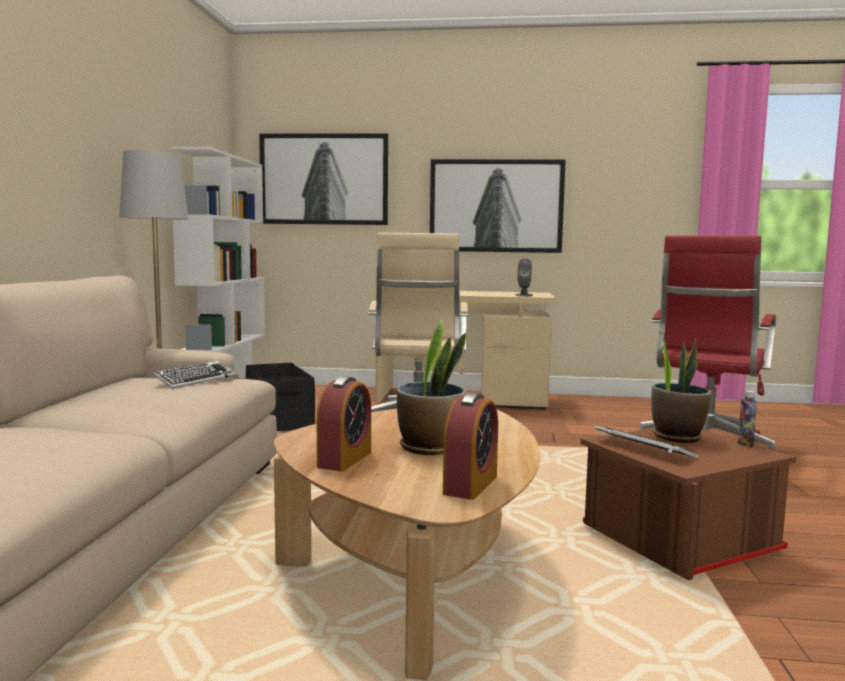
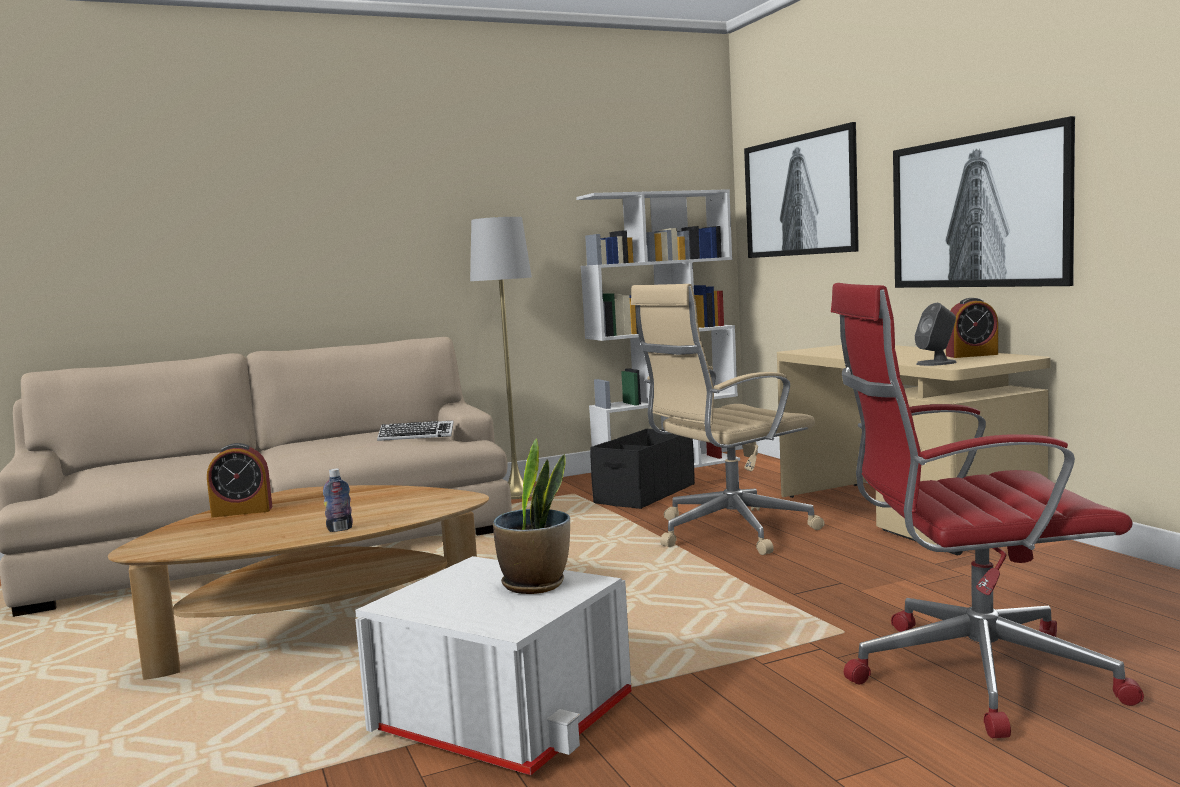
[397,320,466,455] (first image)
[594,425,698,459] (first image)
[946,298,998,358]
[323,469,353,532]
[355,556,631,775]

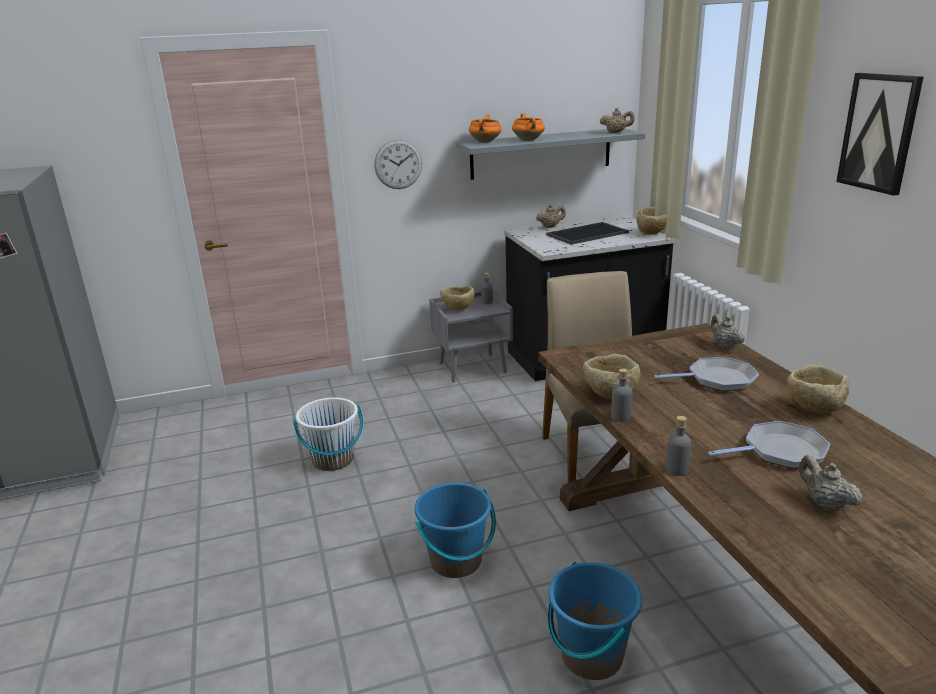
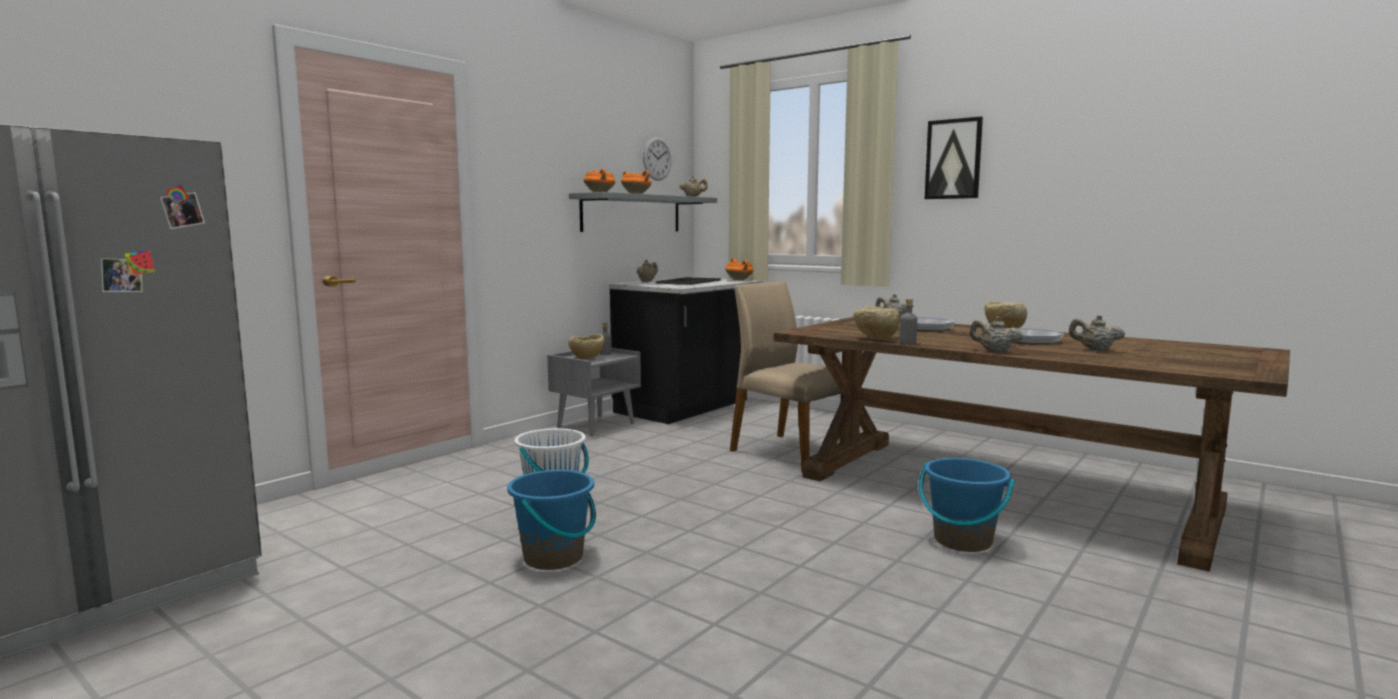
[643,137,671,181]
[507,470,596,570]
[725,258,753,280]
[970,316,1023,353]

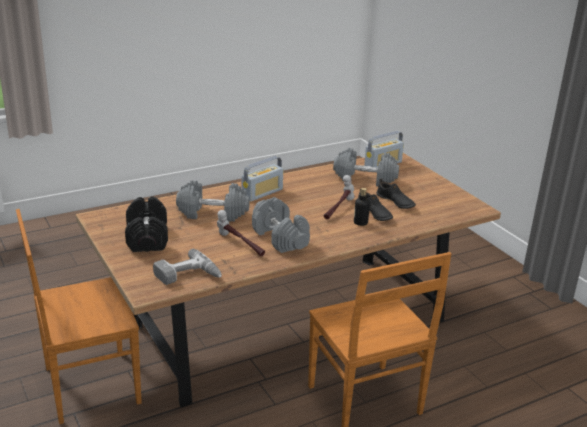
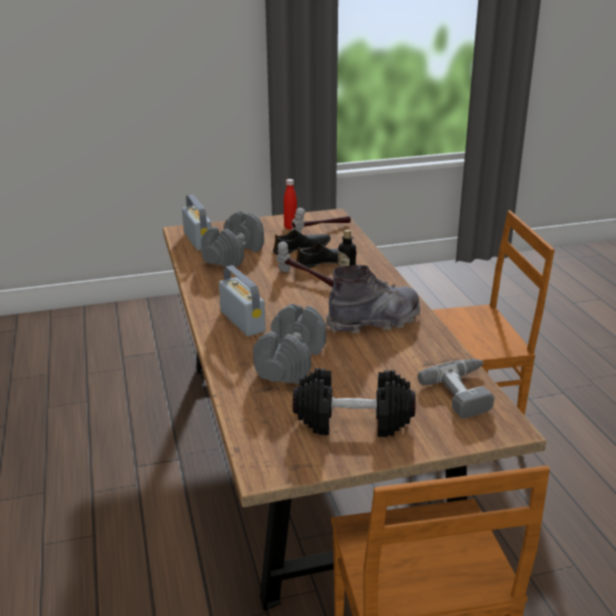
[284,179,297,230]
[291,208,351,233]
[326,265,421,334]

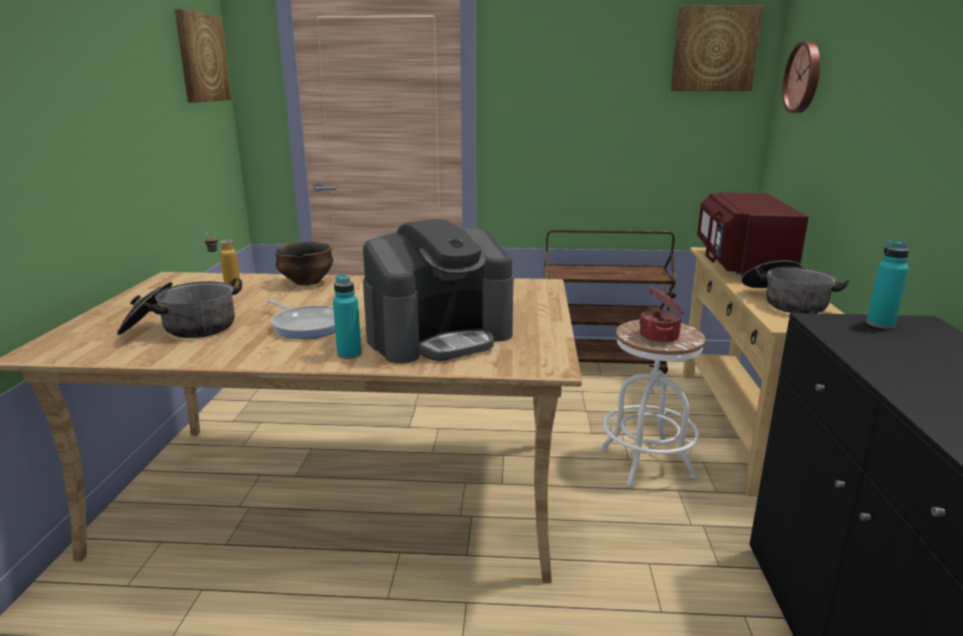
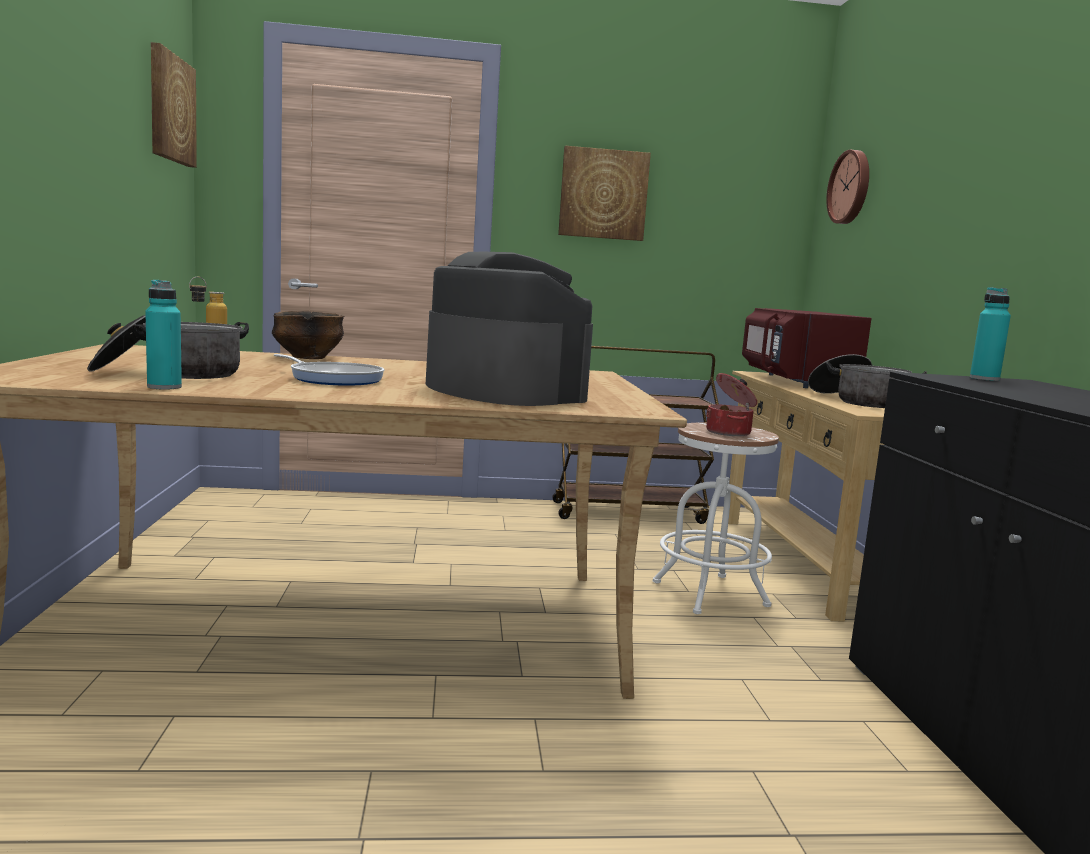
[145,280,182,389]
[558,146,651,241]
[426,252,593,406]

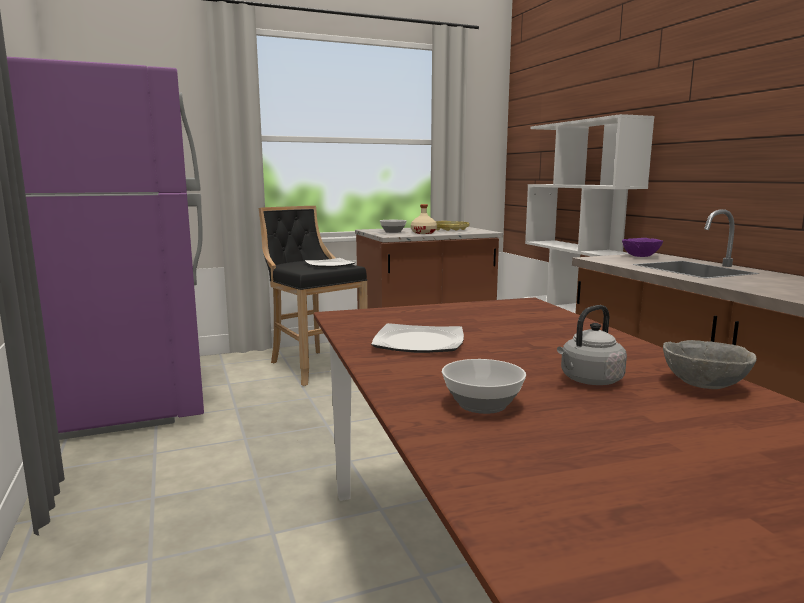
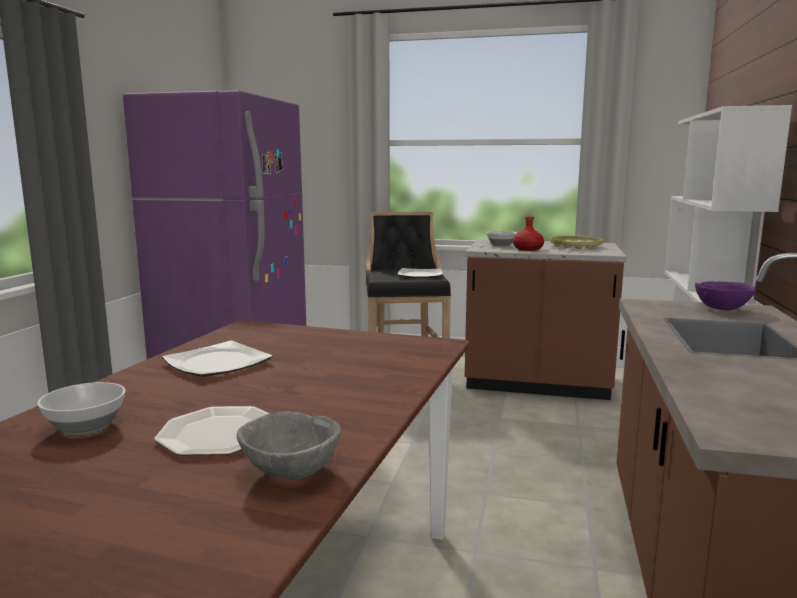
[154,406,270,456]
[513,216,544,251]

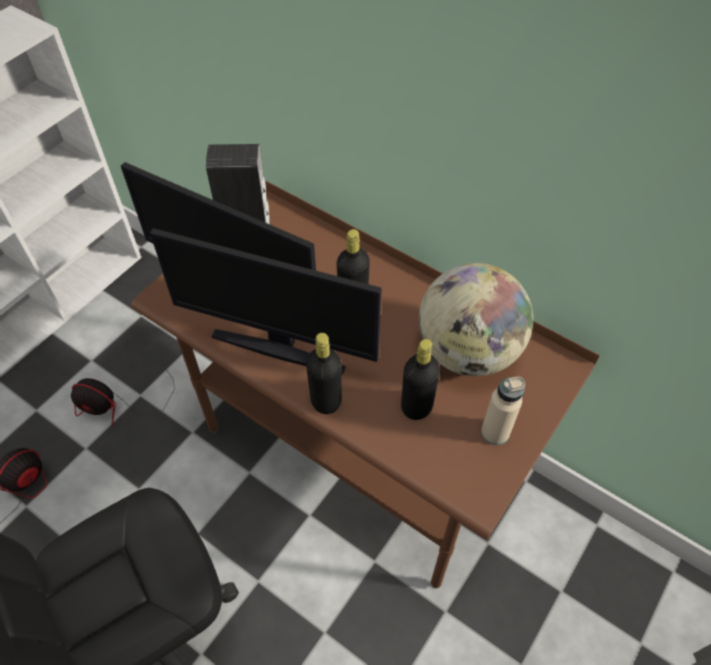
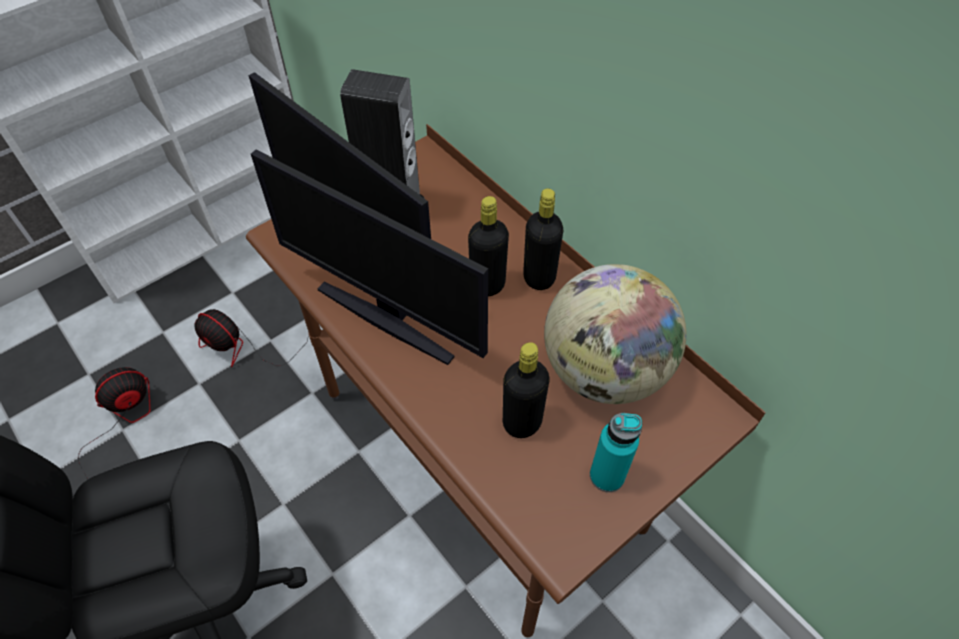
[523,188,563,290]
[590,413,642,492]

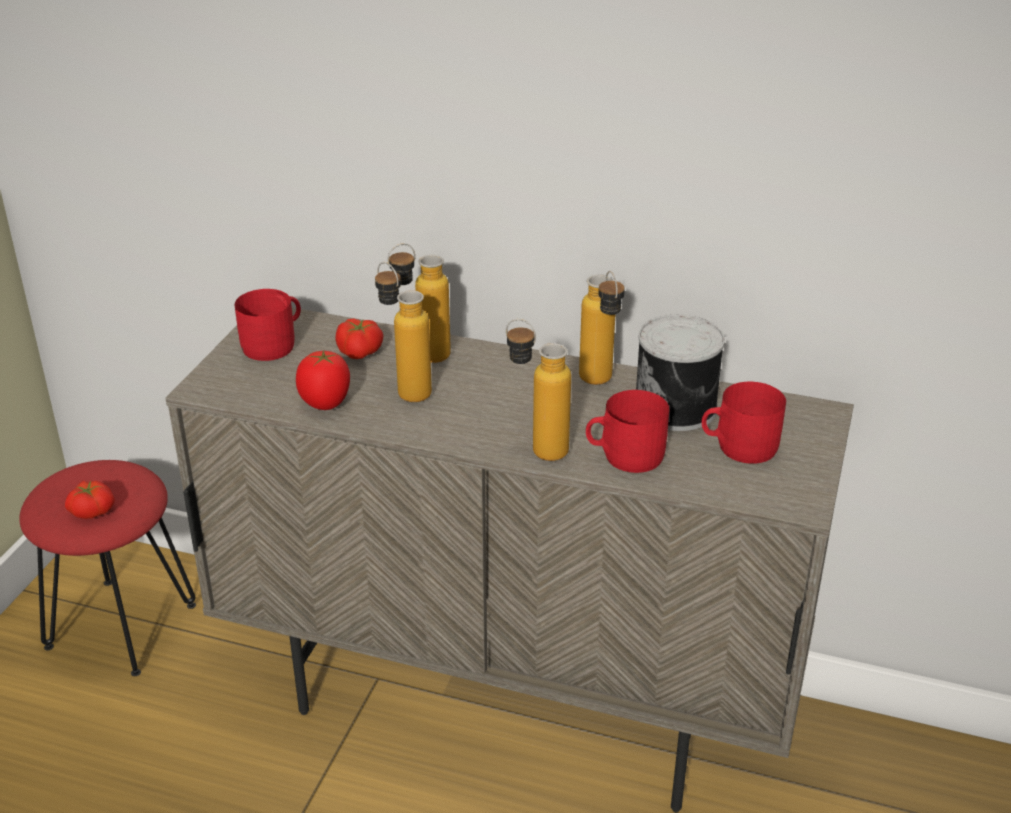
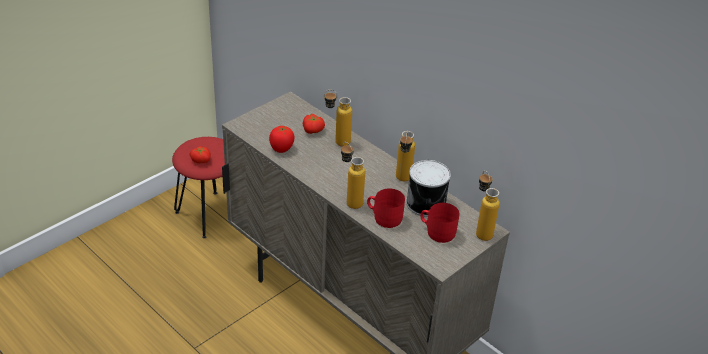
[234,289,301,361] (first image)
[476,170,500,241]

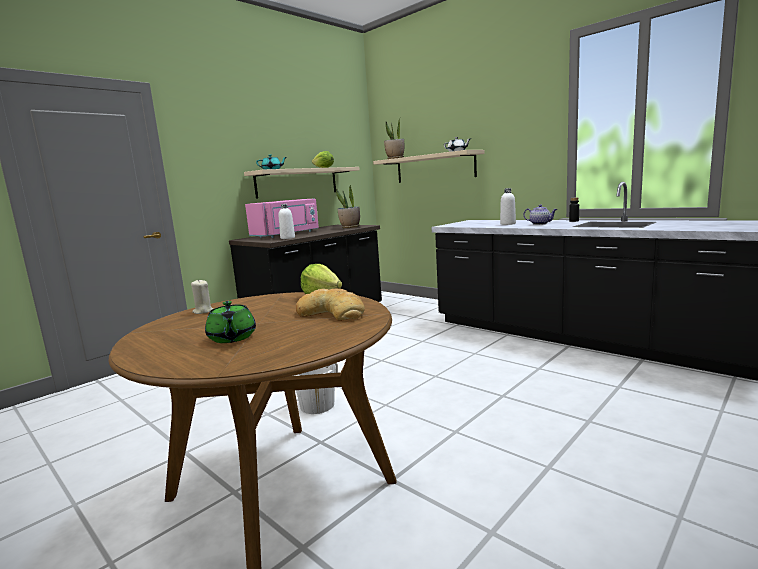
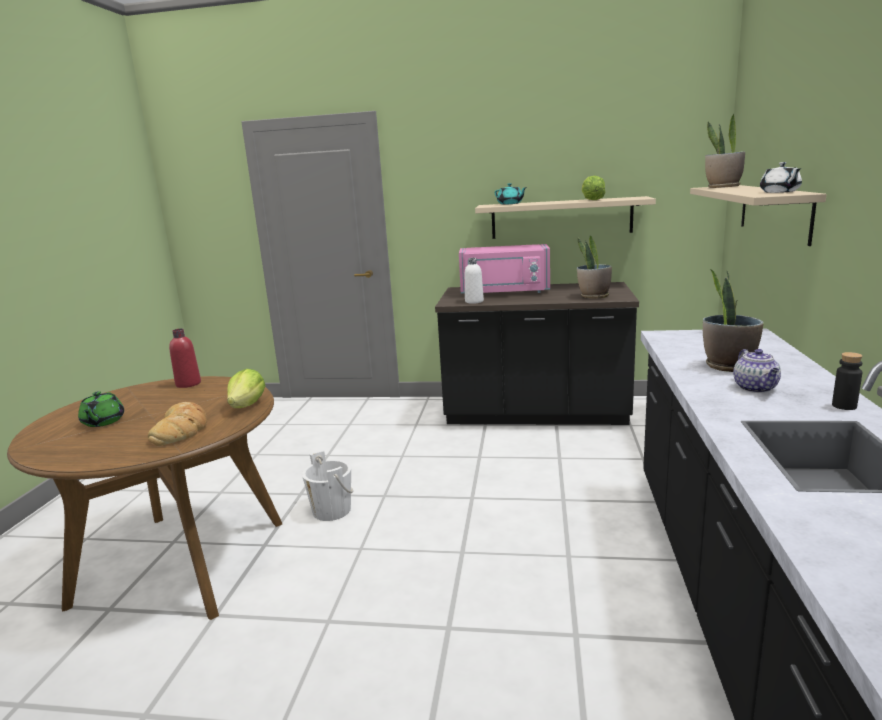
[169,329,201,388]
[703,269,764,372]
[78,391,124,427]

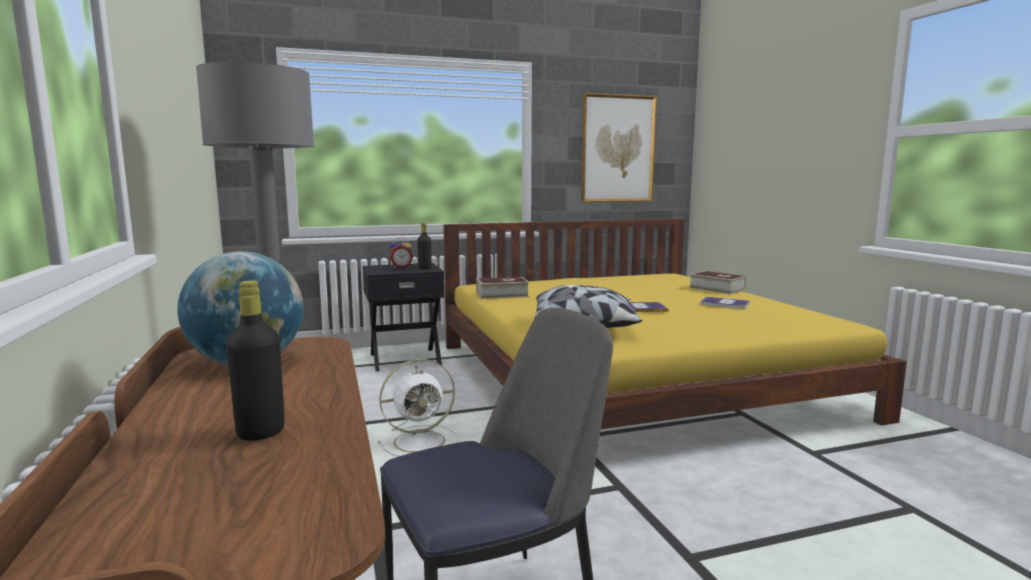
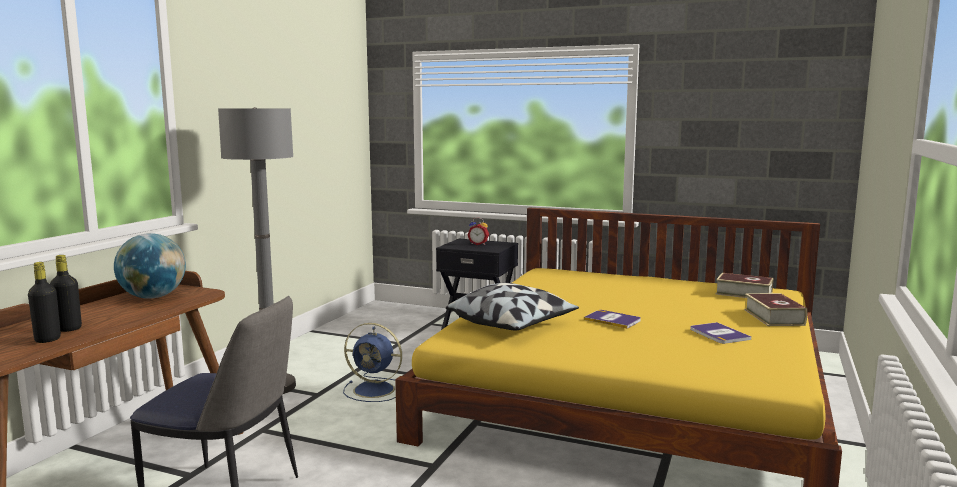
[581,93,657,203] (first image)
[28,262,61,343]
[716,273,774,298]
[343,323,402,402]

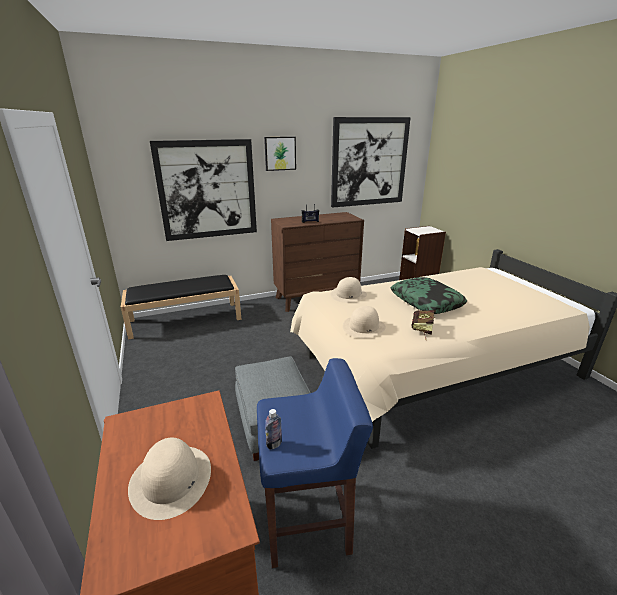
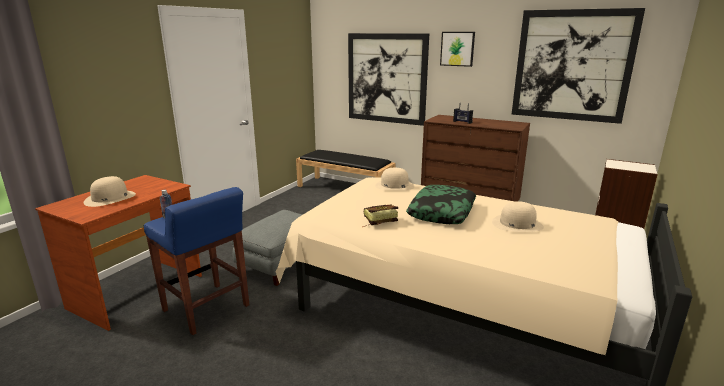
[492,201,544,232]

